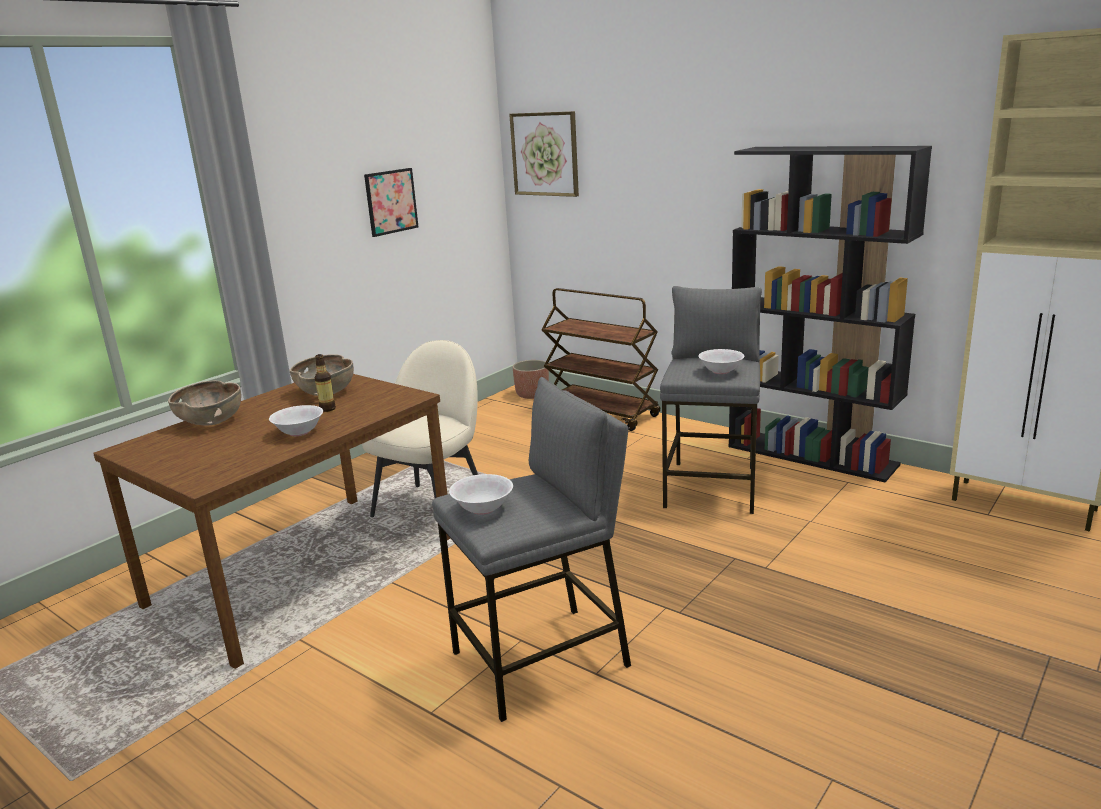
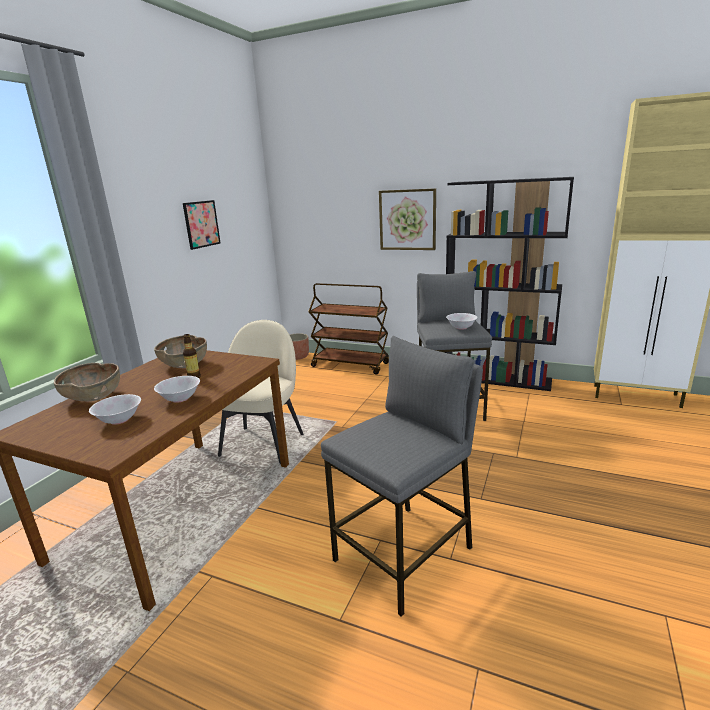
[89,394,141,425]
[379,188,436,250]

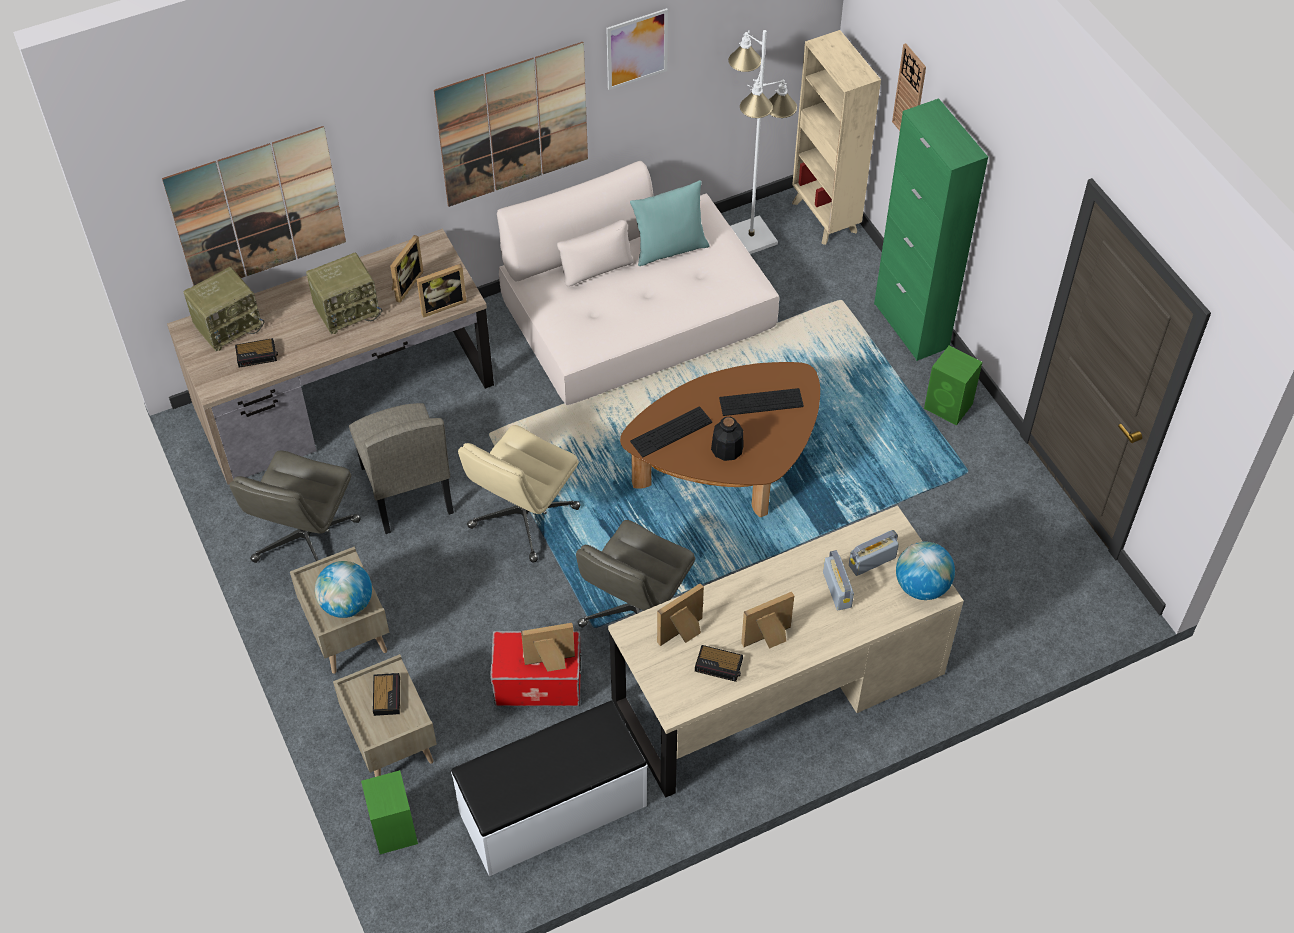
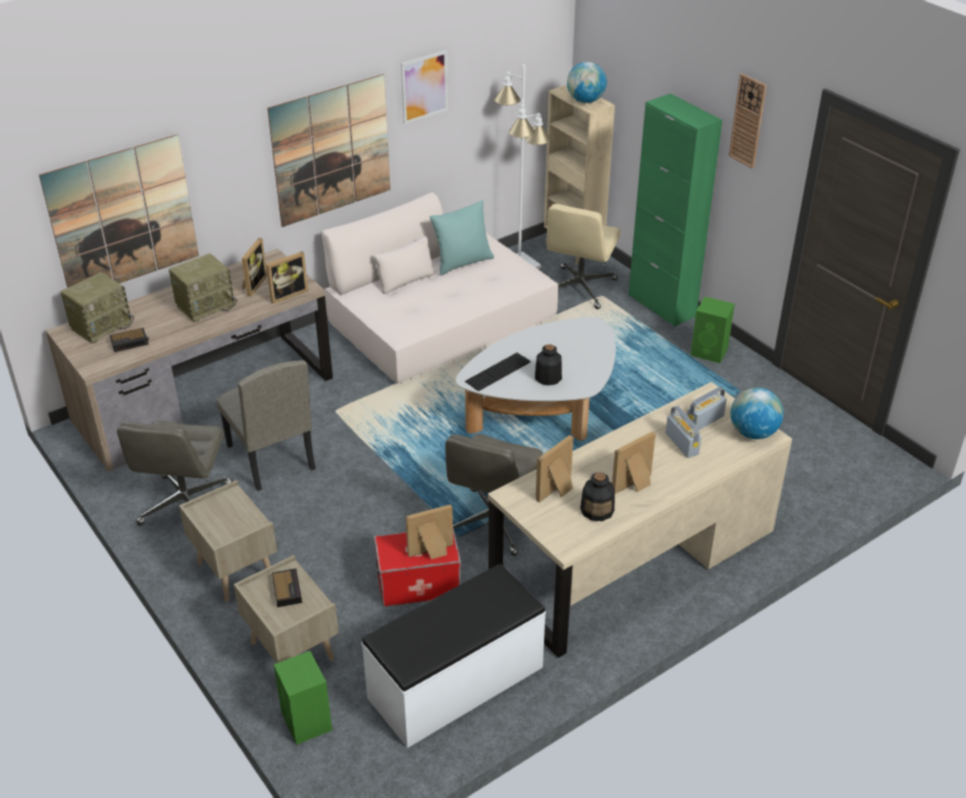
[719,388,804,416] (first image)
[567,62,607,103]
[547,204,620,309]
[729,74,767,169]
[580,472,615,521]
[456,317,616,441]

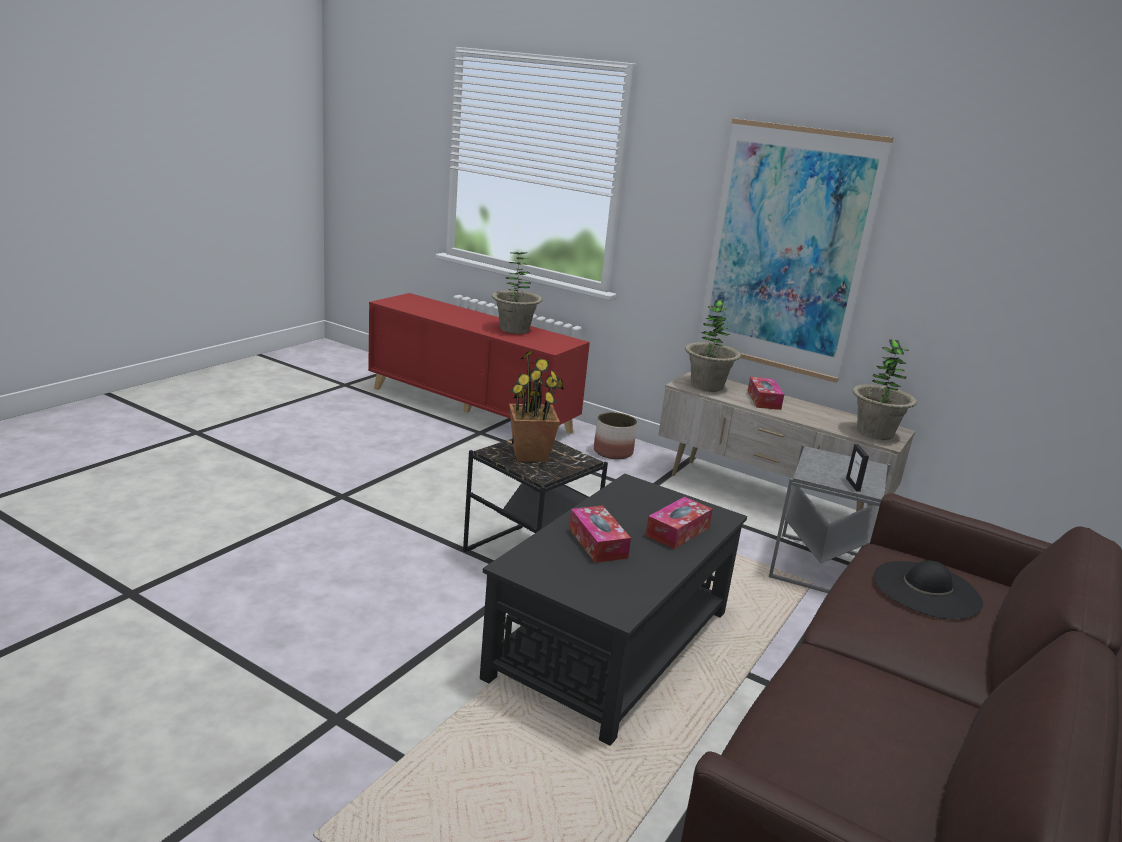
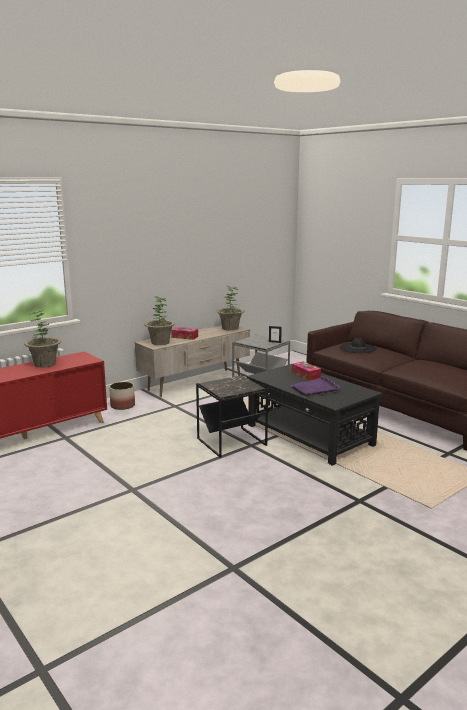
[509,350,564,462] (first image)
[698,118,894,383] (first image)
[289,376,340,396]

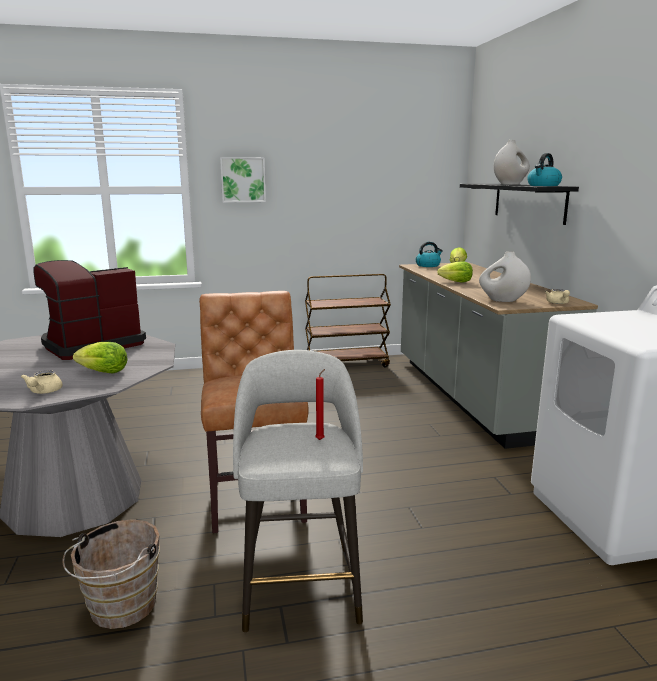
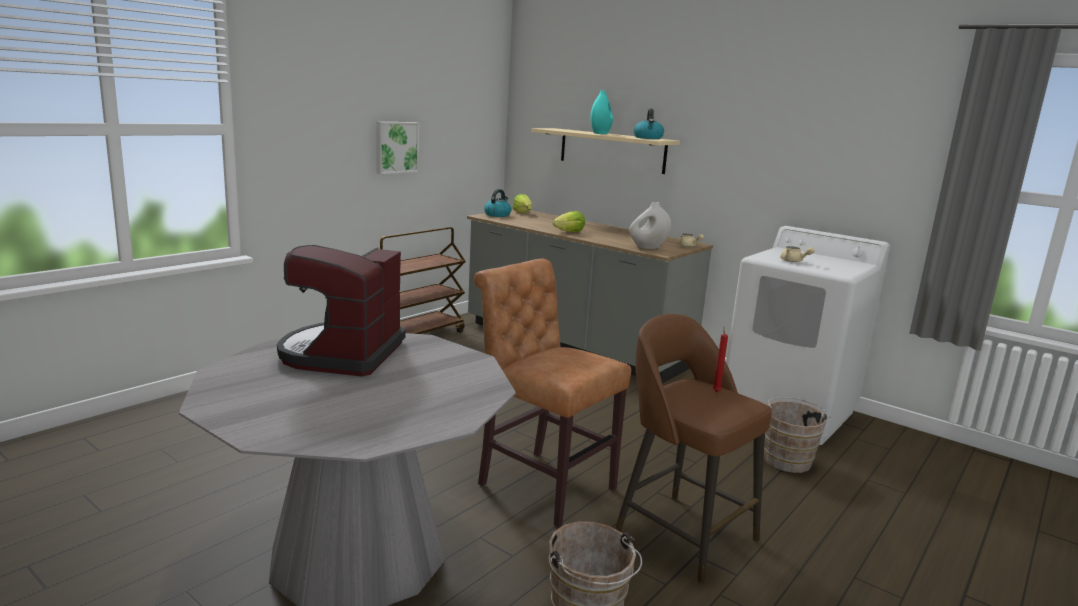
[73,342,128,374] (first image)
[764,397,831,473]
[780,246,815,262]
[376,122,419,174]
[615,314,772,583]
[531,128,680,174]
[590,90,613,134]

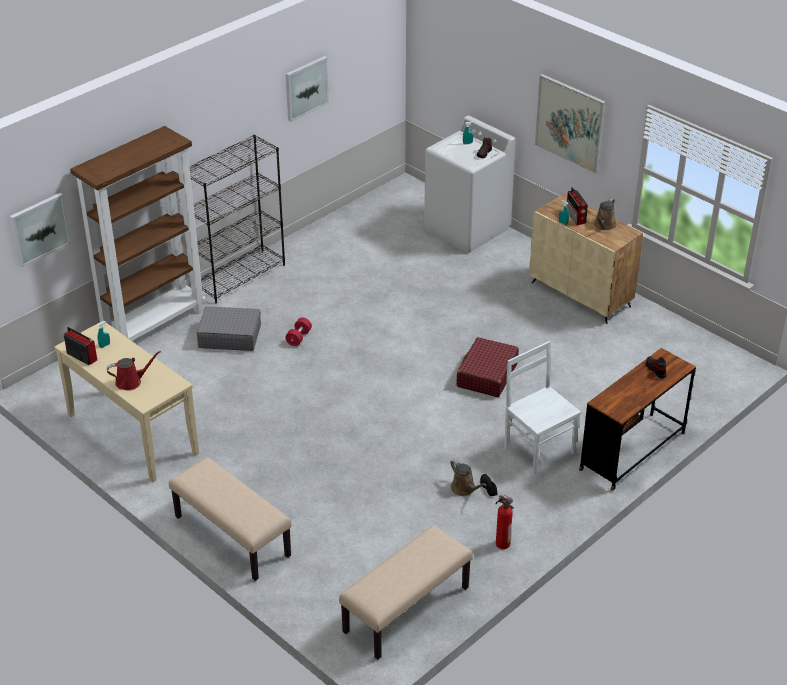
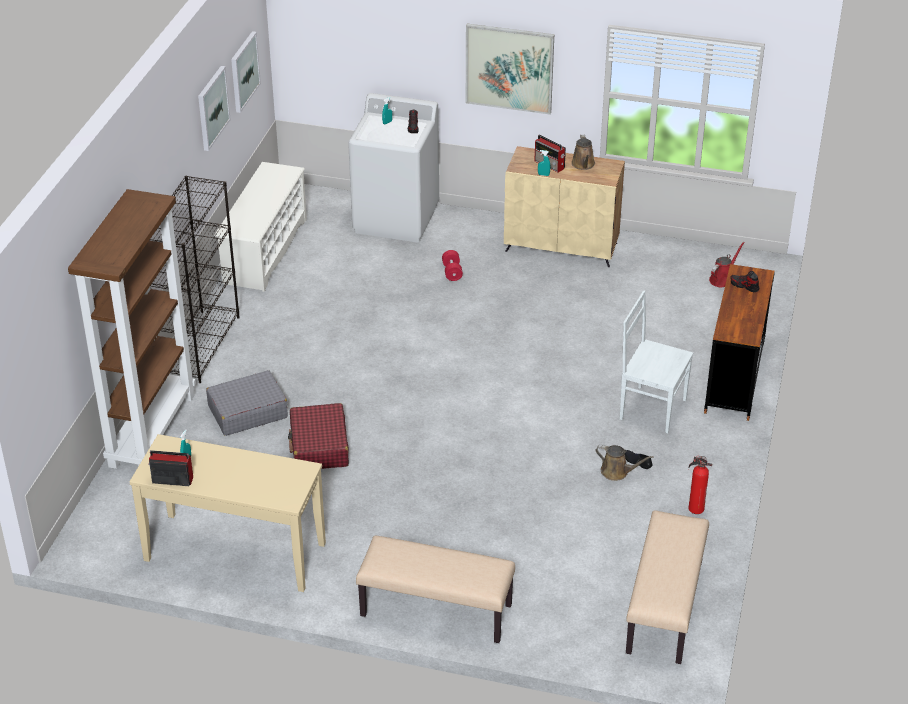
[214,162,307,292]
[231,31,261,113]
[709,242,745,288]
[442,250,463,281]
[288,403,349,469]

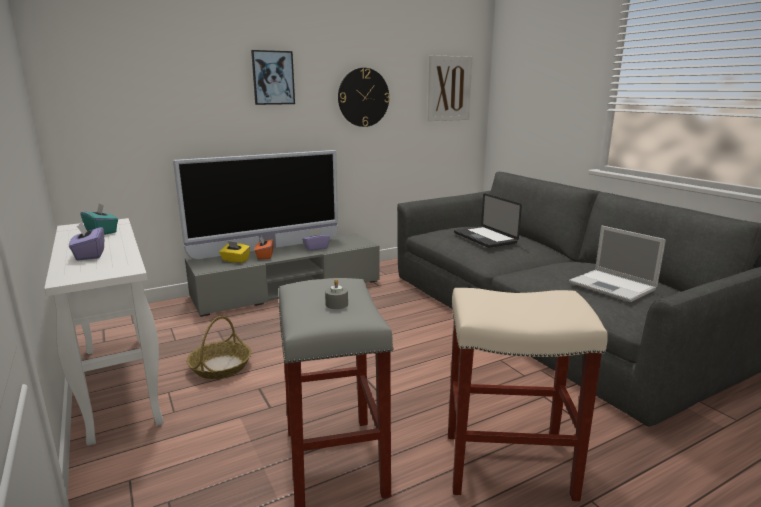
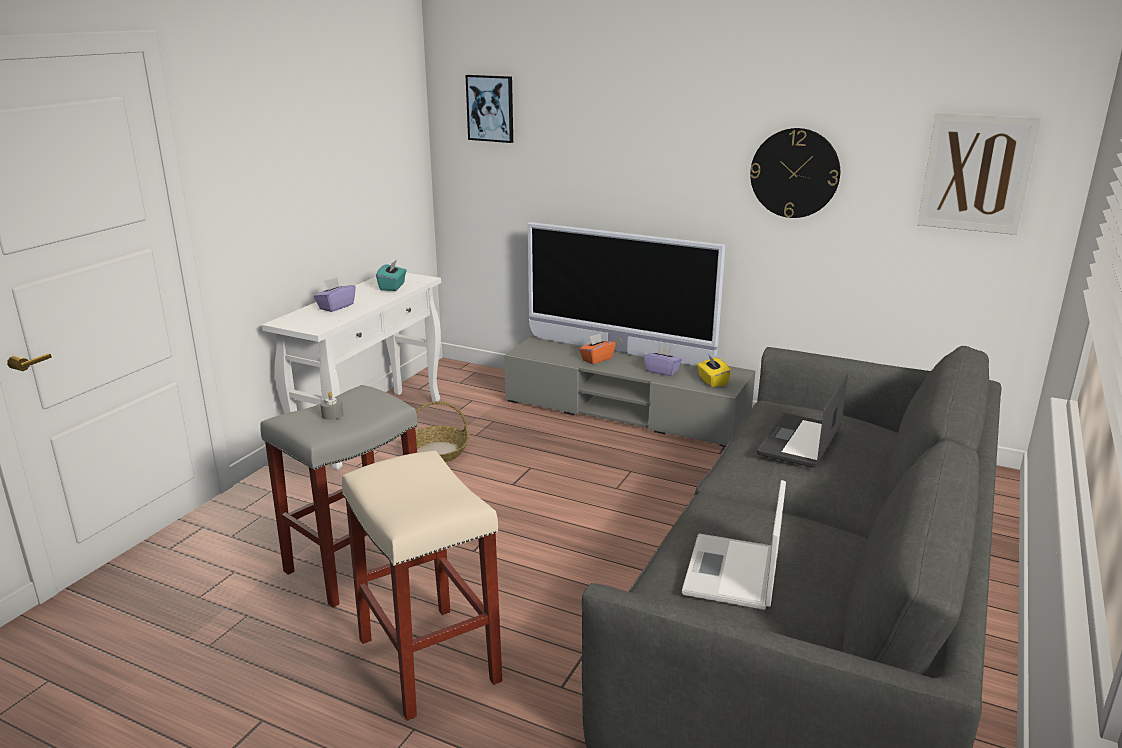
[697,354,731,387]
[465,75,513,143]

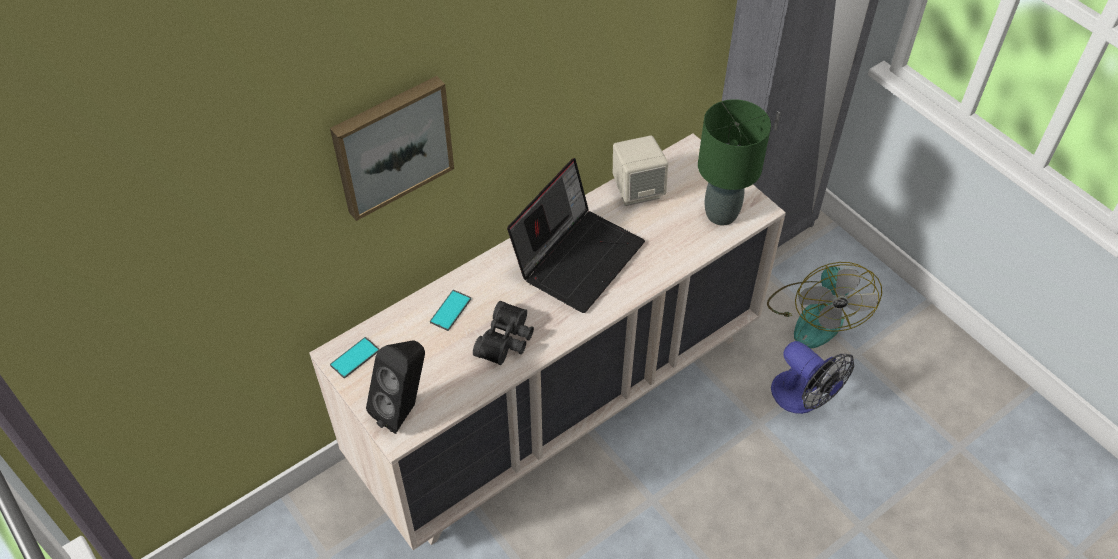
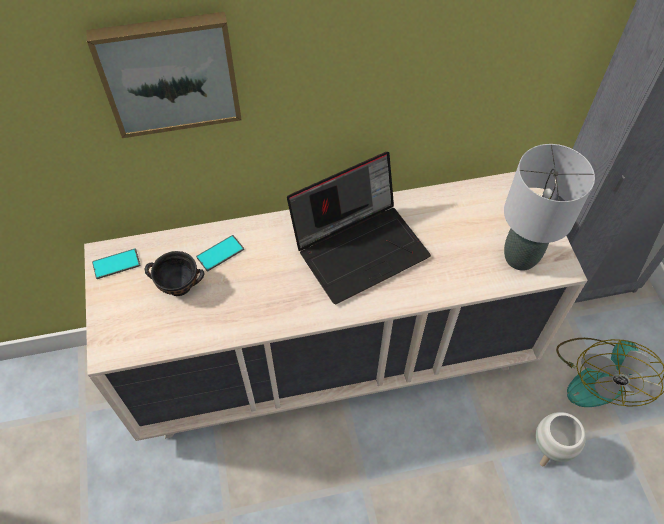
[366,340,425,434] (first image)
[473,301,534,365] (first image)
[613,135,668,206] (first image)
[145,251,205,296]
[535,412,586,466]
[504,144,595,271]

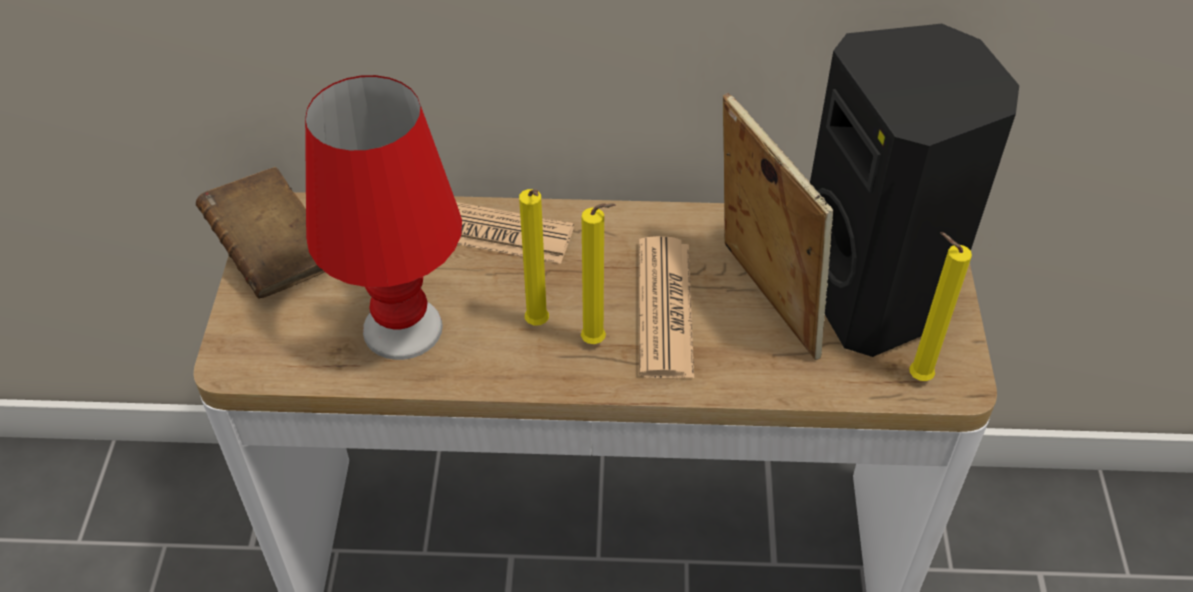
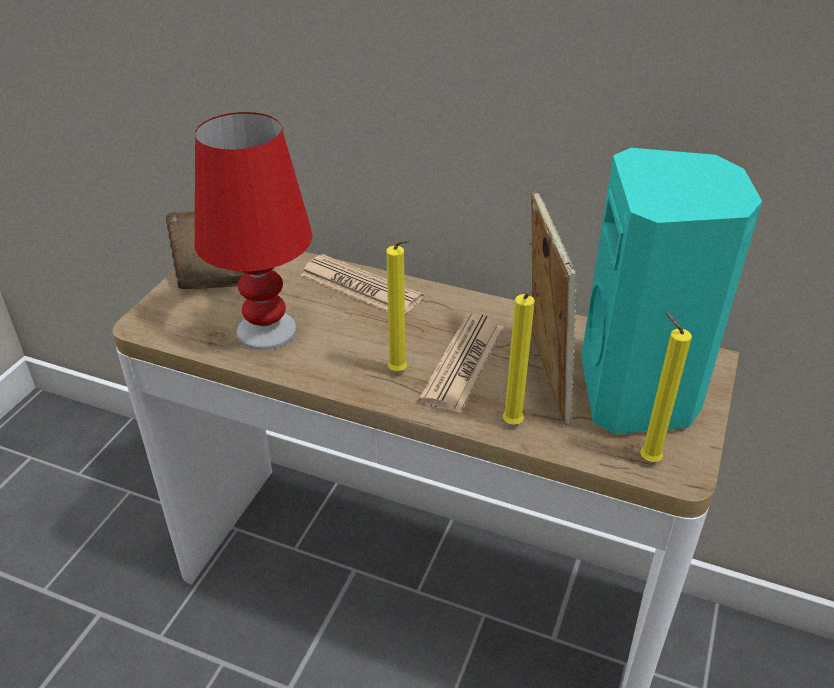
[502,293,535,425]
[581,148,762,434]

